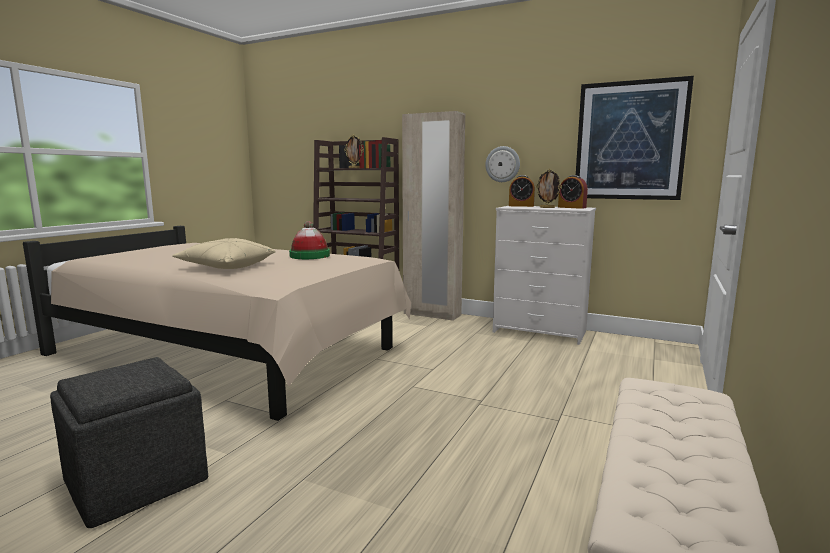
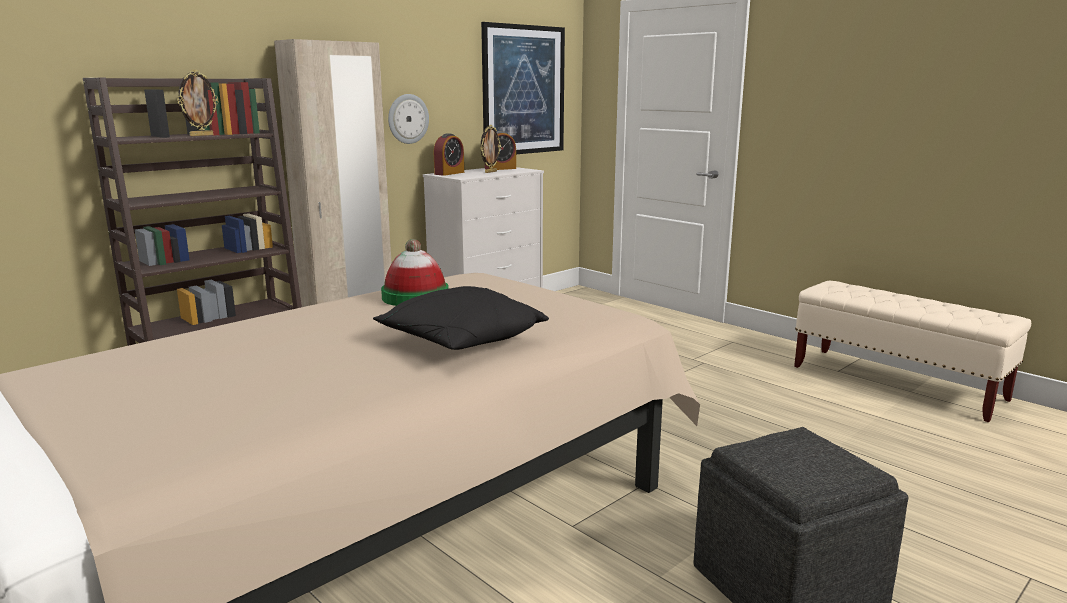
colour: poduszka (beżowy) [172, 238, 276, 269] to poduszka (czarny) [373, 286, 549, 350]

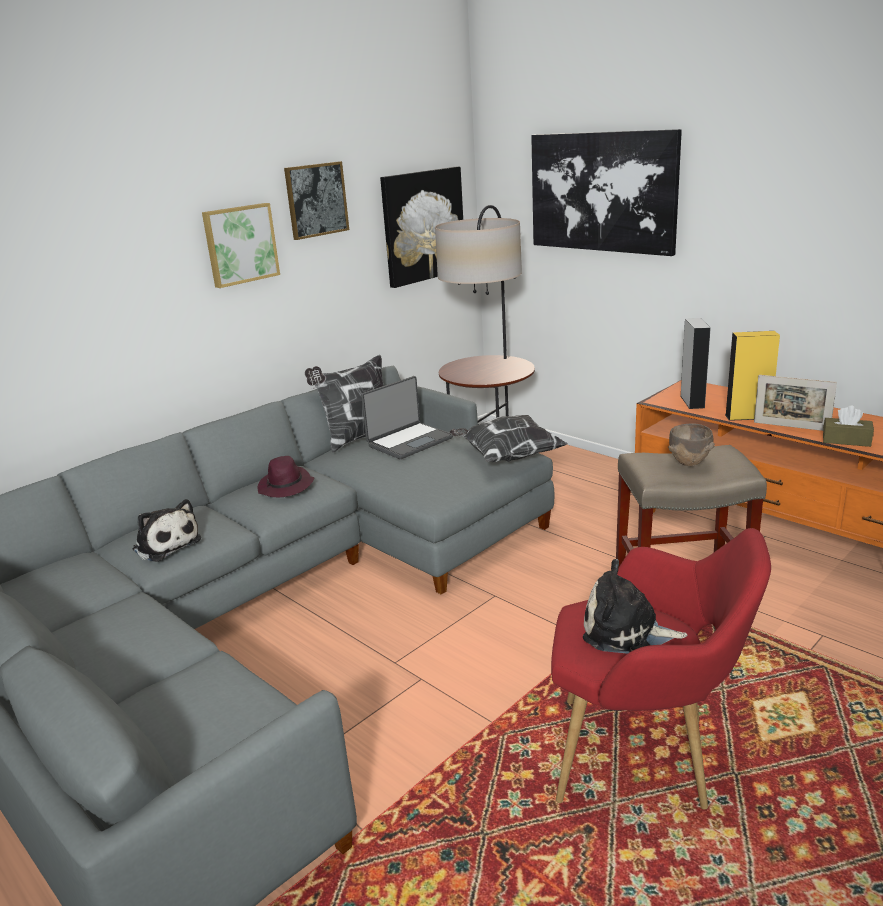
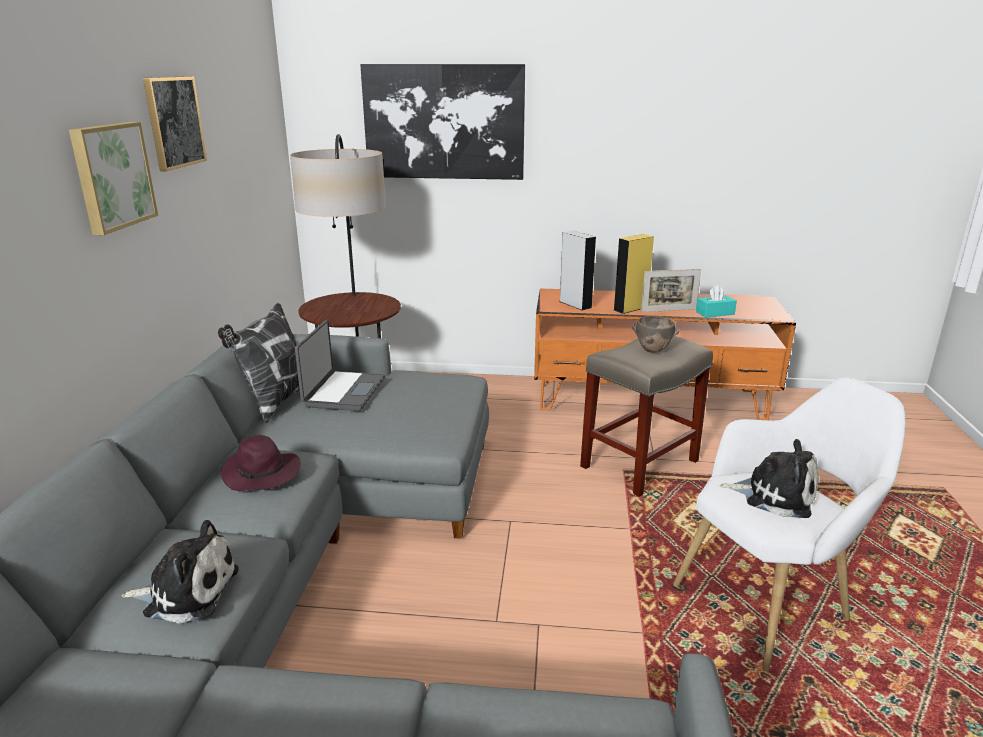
missing: obraz [380, 167, 463, 288]; poduszka [449, 415, 568, 462]
colour: fotel (czerwony) [551, 528, 771, 809] to fotel (biały) [673, 377, 906, 672]; pudełko chusteczek (brązowy) [823, 406, 874, 447] to pudełko chusteczek (turkusowy) [696, 285, 737, 318]
spun: pluszak [583, 559, 687, 654] = [720, 439, 818, 518] 135 degrees counterclockwise

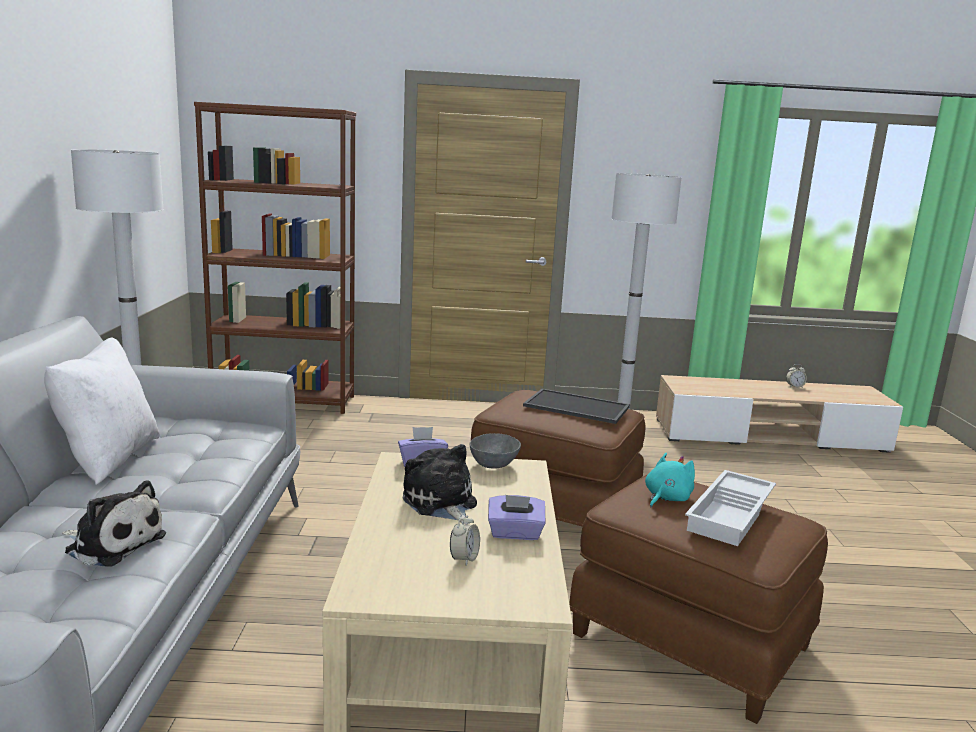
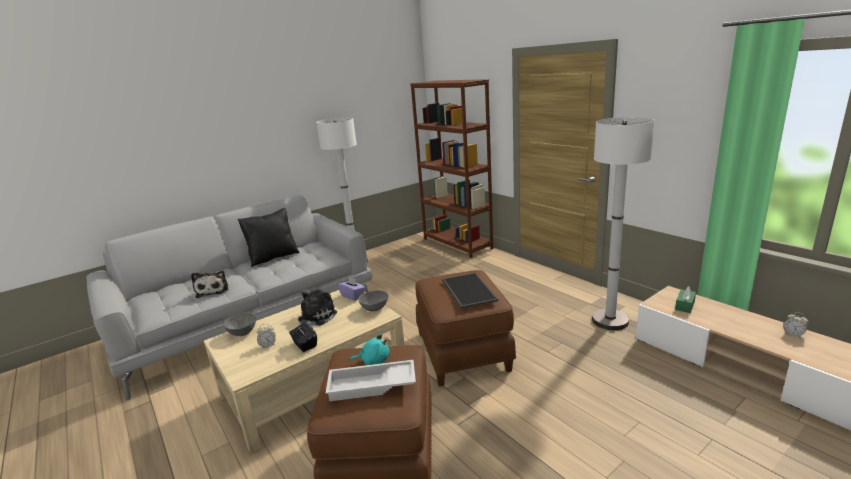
appeared: miska (szary) [223, 313, 256, 336]; pudełko chusteczek (zielony) [675, 286, 696, 313]
colour: poduszka (biały) [44, 337, 160, 485] to poduszka (czarny) [238, 208, 299, 267]; pudełko chusteczek (fioletowy) [488, 495, 545, 540] to pudełko chusteczek (czarny) [289, 322, 317, 352]

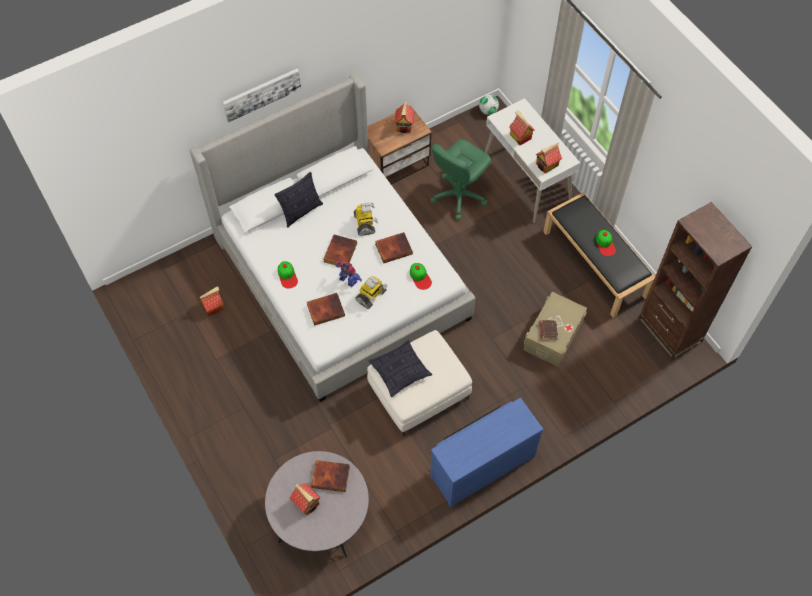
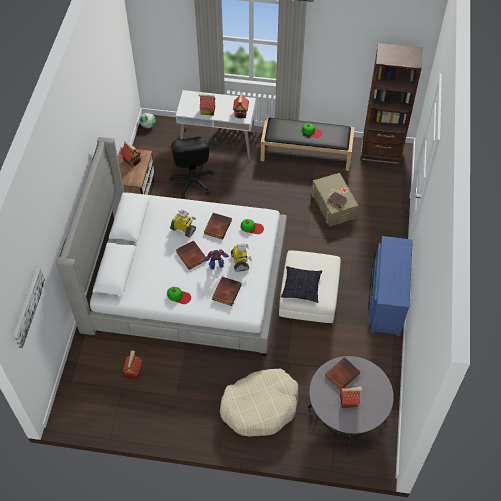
missing: poduszka [274, 172, 323, 228]
appeared: legowisko (beżowy) [220, 368, 298, 437]
relocated: obraz [223, 69, 301, 123] to [13, 267, 45, 348]
colour: krzesło biurowe (zielony) [430, 139, 491, 220] to krzesło biurowe (czarny) [169, 137, 214, 199]

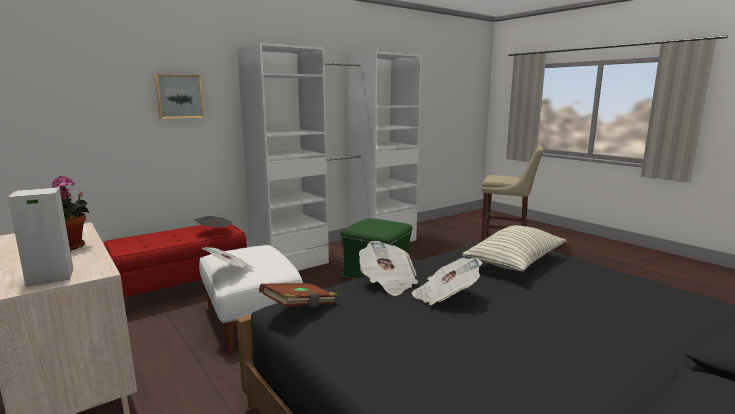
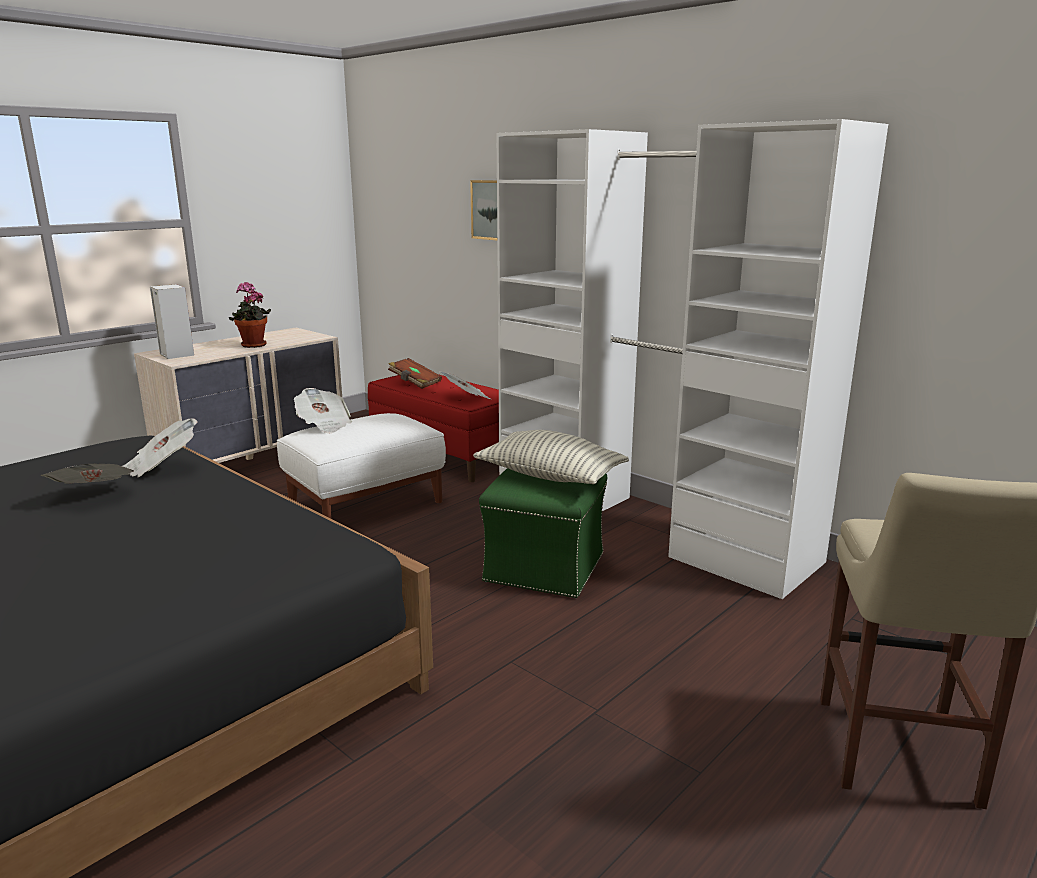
relocated: książka (brązowy) [259, 283, 338, 307] to [388, 358, 442, 389]; poduszka [462, 225, 566, 272] to [473, 430, 629, 484]

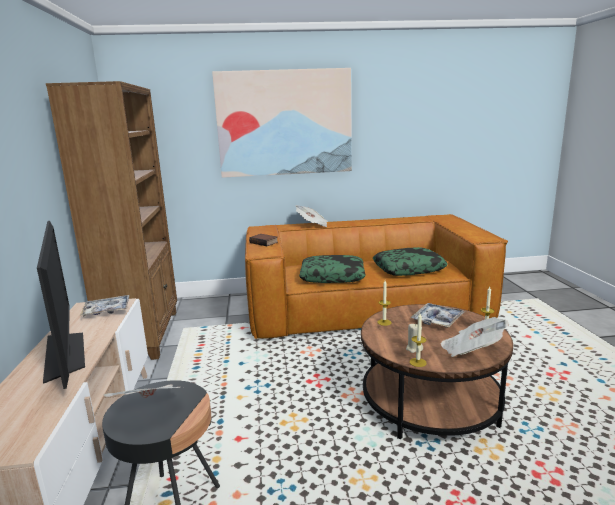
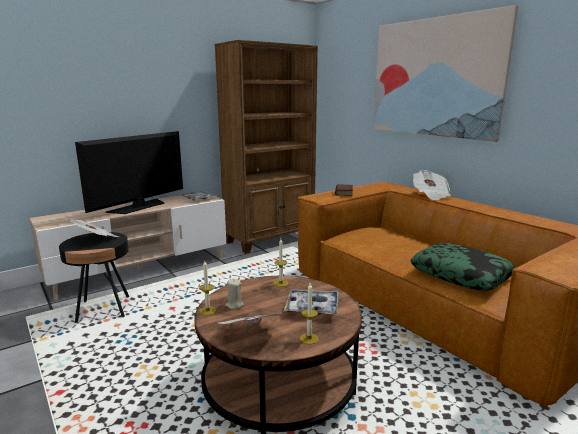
missing: poduszka [299, 255, 366, 283]

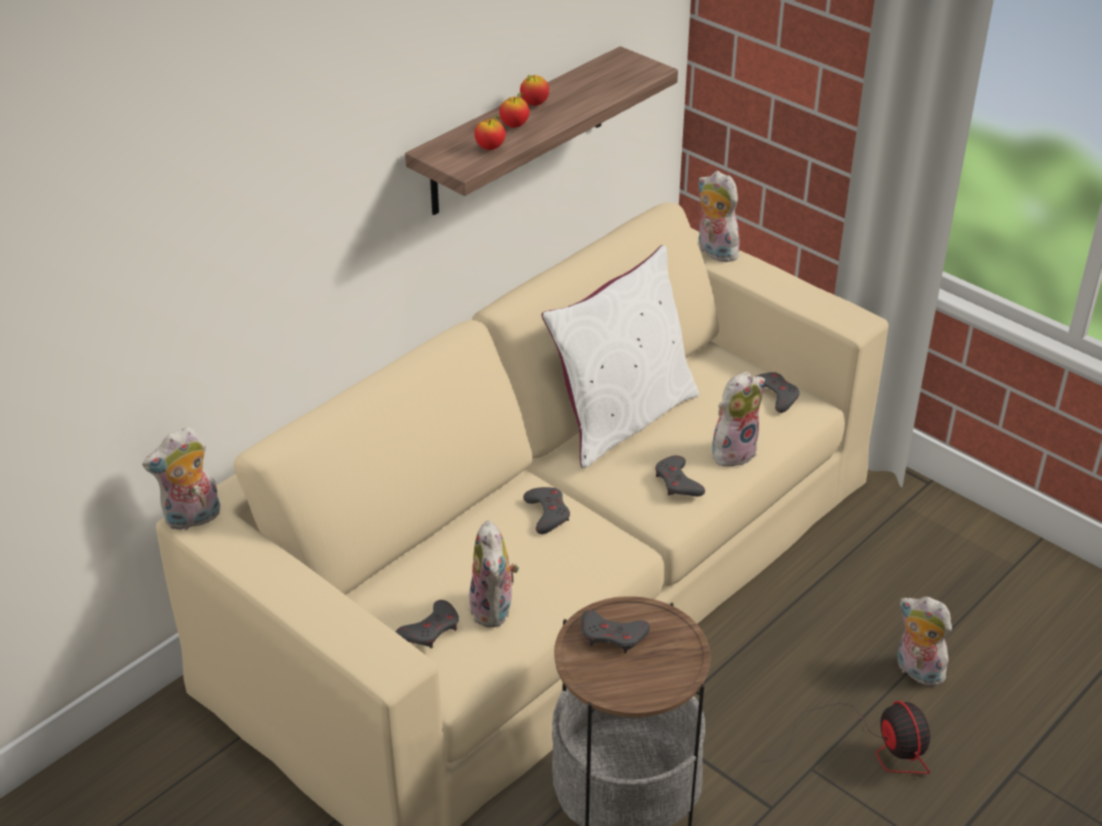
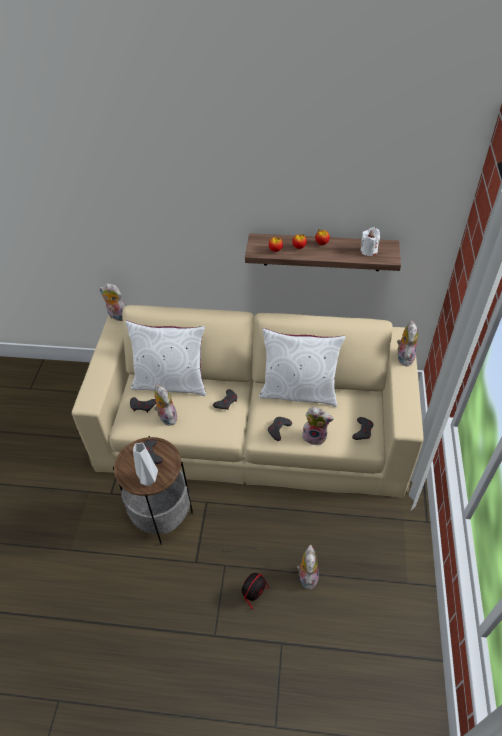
appeared: poduszka (biały) [125, 321, 206, 396]; wazon (biały) [133, 443, 158, 486]; świeca (biały) [361, 227, 380, 256]
spun: pluszak [469, 520, 519, 627] = [154, 384, 177, 426] 105 degrees clockwise

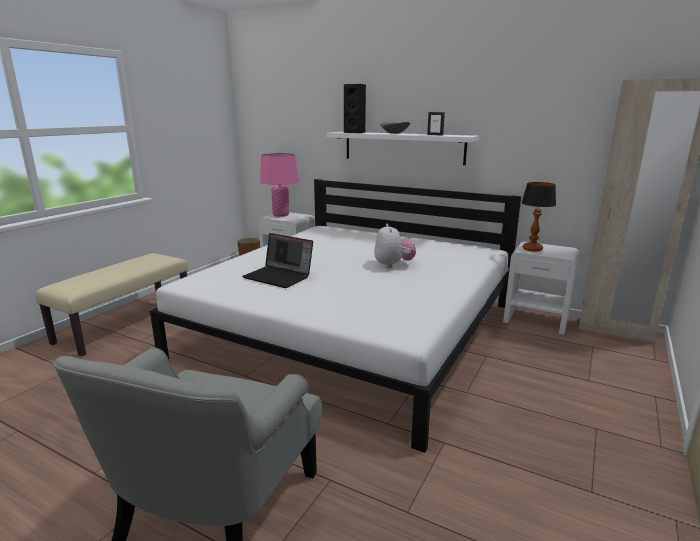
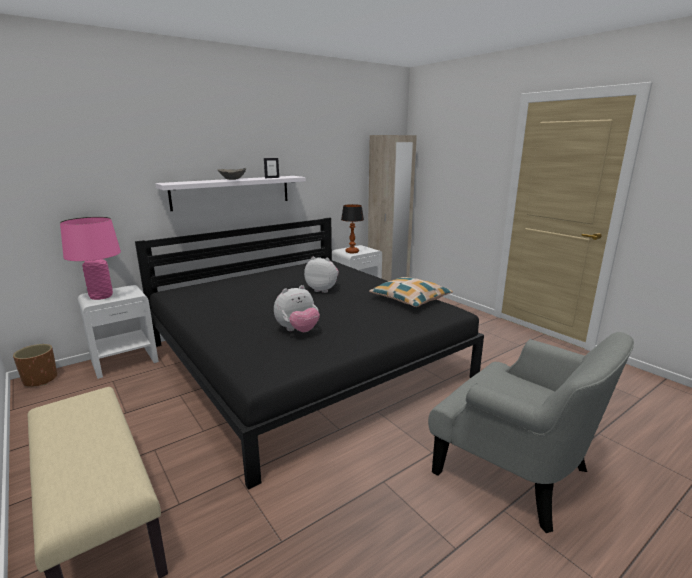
missing: głośnik (czarny) [344, 84, 366, 133]
appeared: poduszka [369, 277, 453, 307]
exchanged: laptop [242, 233, 313, 288] to pluszak [274, 285, 320, 332]
colour: łóżko (biały) [150, 179, 521, 453] to łóżko (czarny) [135, 218, 484, 490]

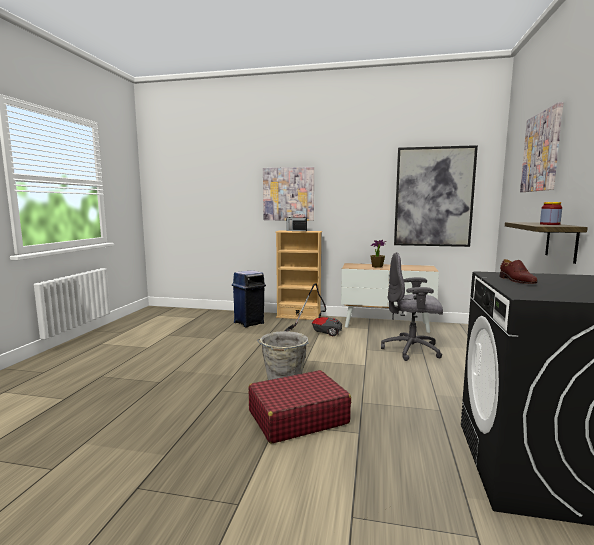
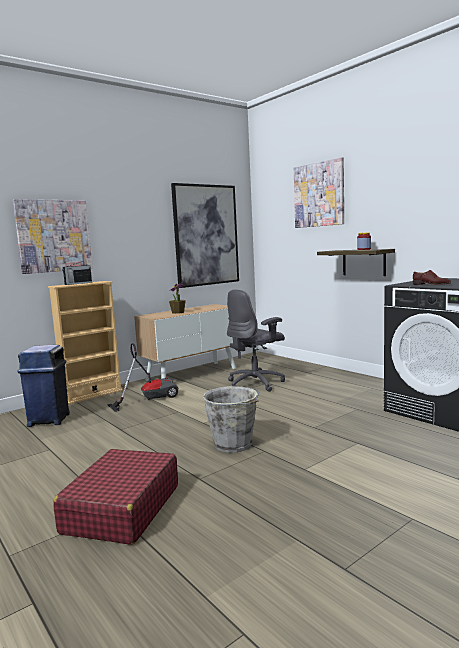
relocated: walizka (czerwony) [249, 370, 351, 444] to [53, 449, 178, 545]

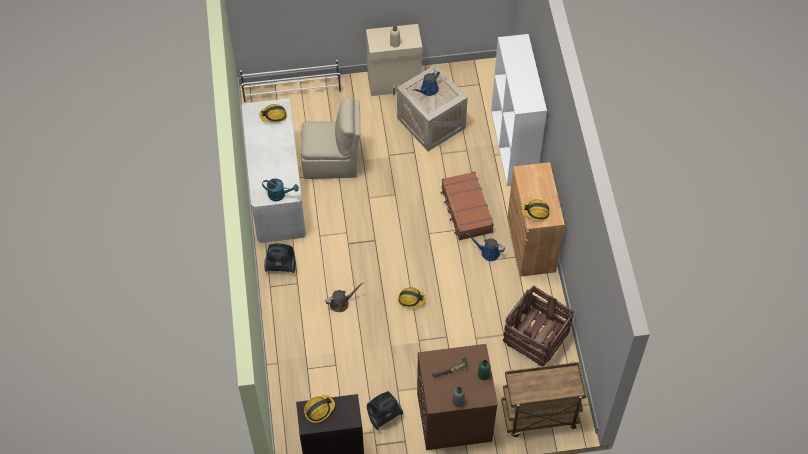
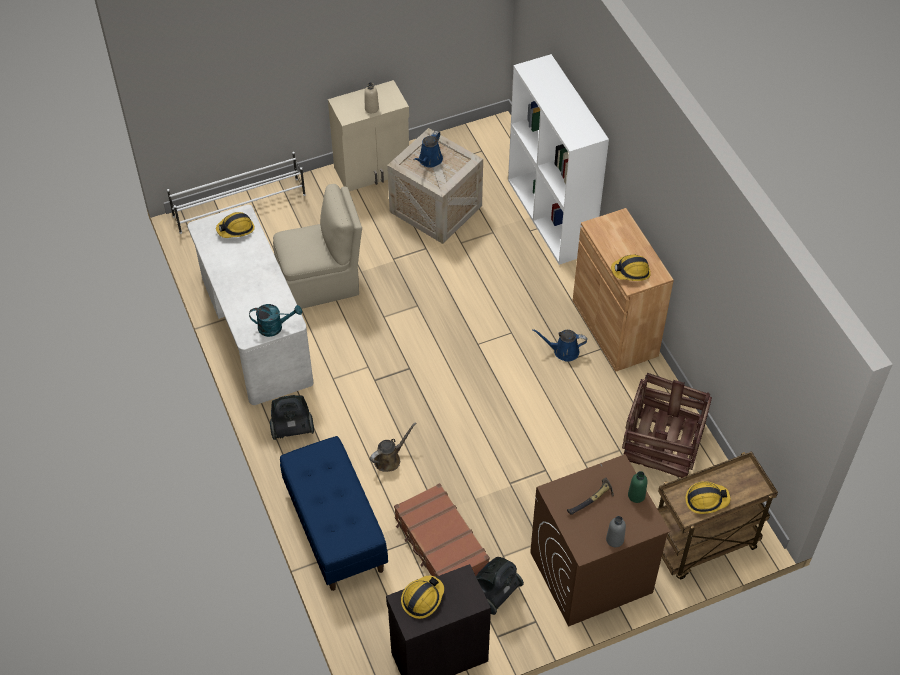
appeared: ławka (niebieski) [280, 436, 388, 591]
relocated: walizka (brązowy) [441, 171, 494, 240] to [394, 483, 490, 577]; kask [398, 287, 426, 308] to [685, 481, 730, 514]

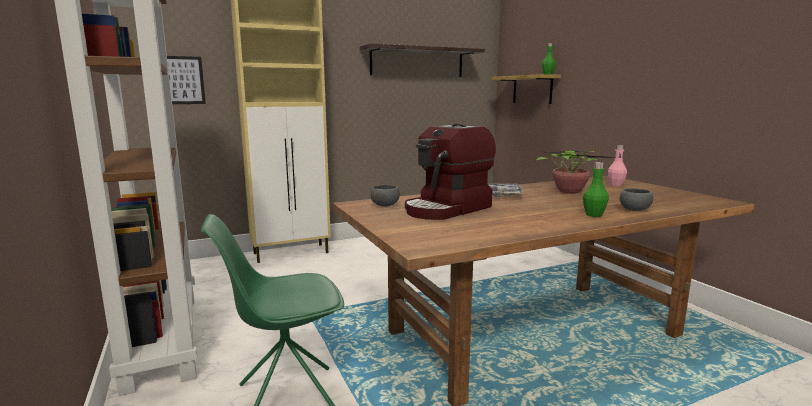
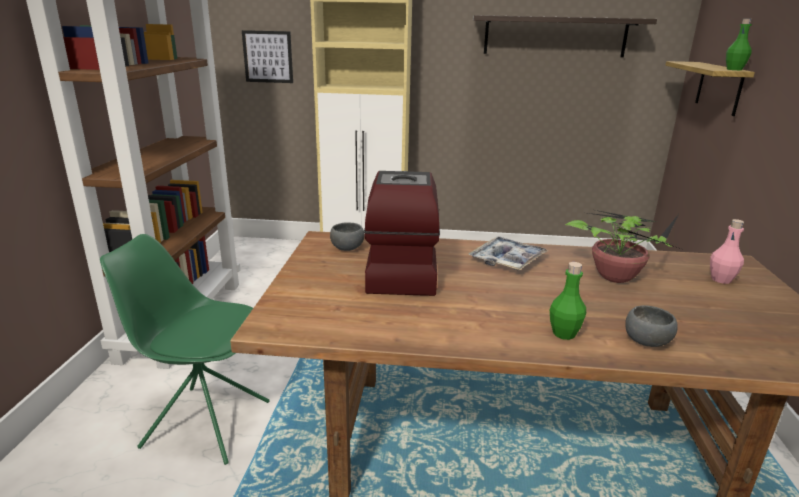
spun: ekspres do kawy [405, 124, 496, 220] = [364, 171, 440, 296] 105 degrees clockwise

